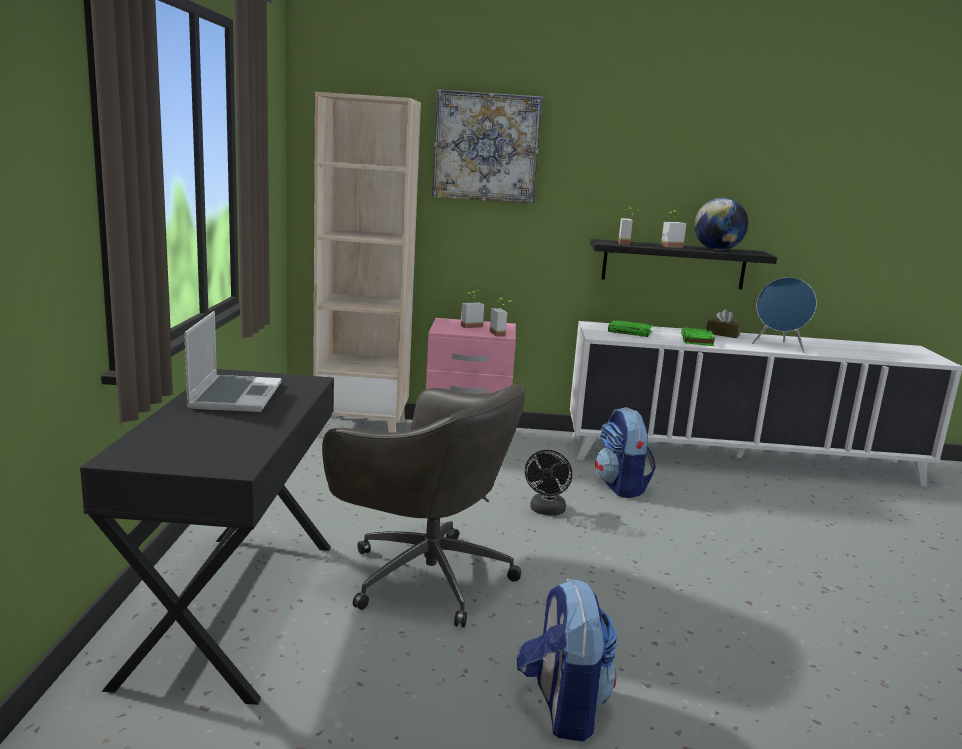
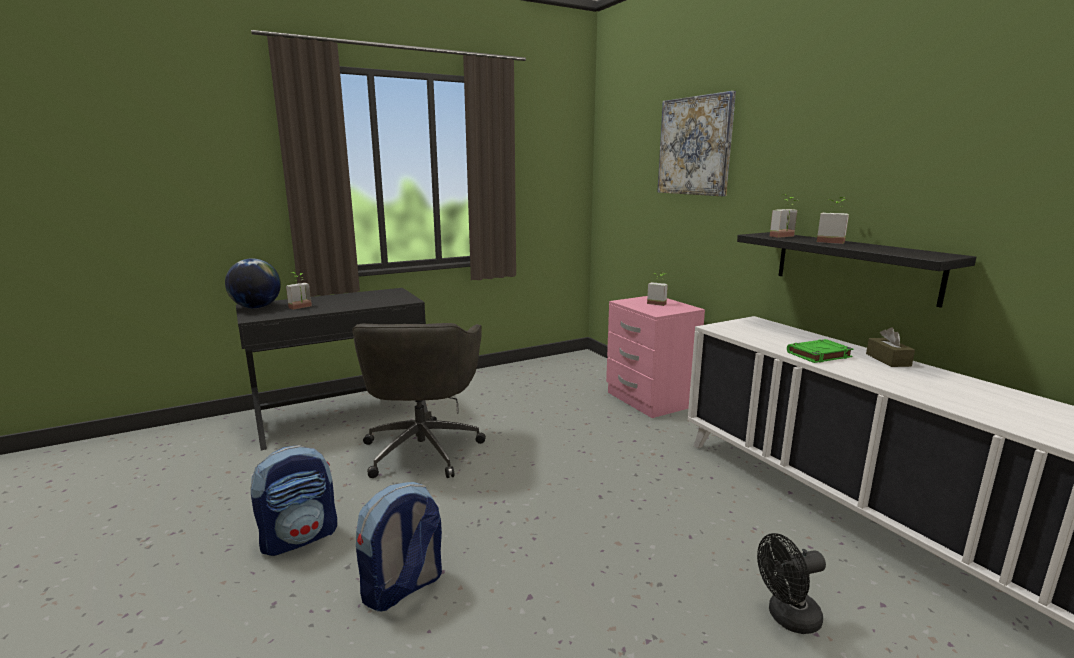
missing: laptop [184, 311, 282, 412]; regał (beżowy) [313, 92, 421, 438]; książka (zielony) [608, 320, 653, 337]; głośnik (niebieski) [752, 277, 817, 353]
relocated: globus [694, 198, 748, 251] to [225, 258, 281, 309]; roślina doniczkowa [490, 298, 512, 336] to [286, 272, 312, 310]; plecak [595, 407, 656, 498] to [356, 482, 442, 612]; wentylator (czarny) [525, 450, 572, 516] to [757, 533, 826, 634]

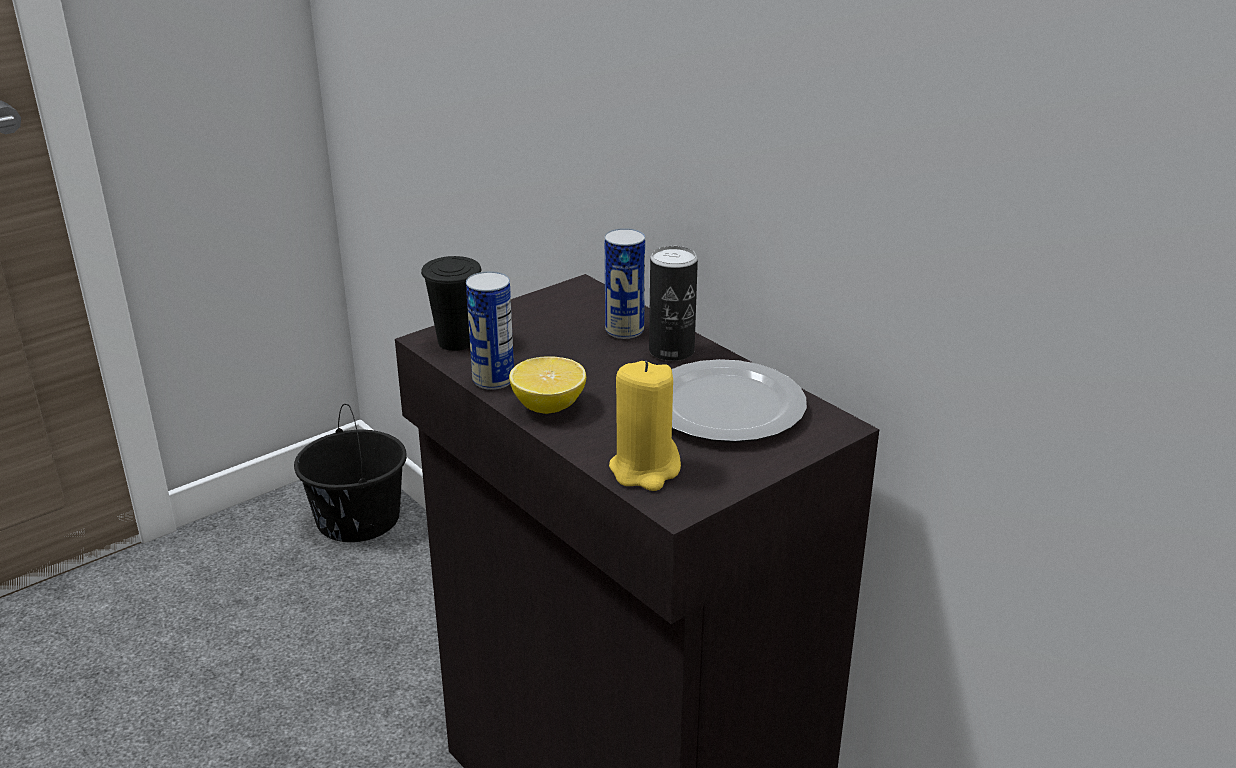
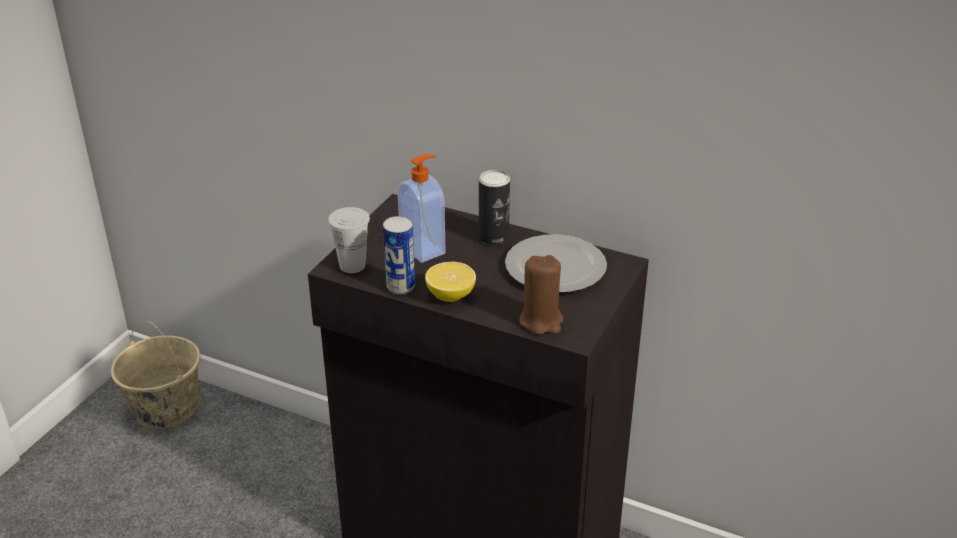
missing: puszka [605, 228, 645, 339]
appeared: dozownik mydła [398, 154, 446, 263]
colour: wiadro (czarny) [294, 404, 407, 542] to wiadro (beżowy) [111, 322, 201, 429]; filiżanka (czarny) [421, 256, 481, 351] to filiżanka (biały) [328, 207, 370, 273]; świeca (żółty) [609, 361, 681, 491] to świeca (brązowy) [519, 255, 564, 335]

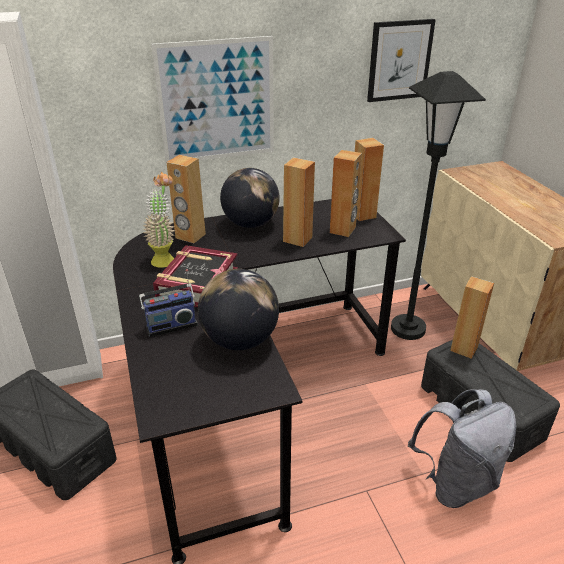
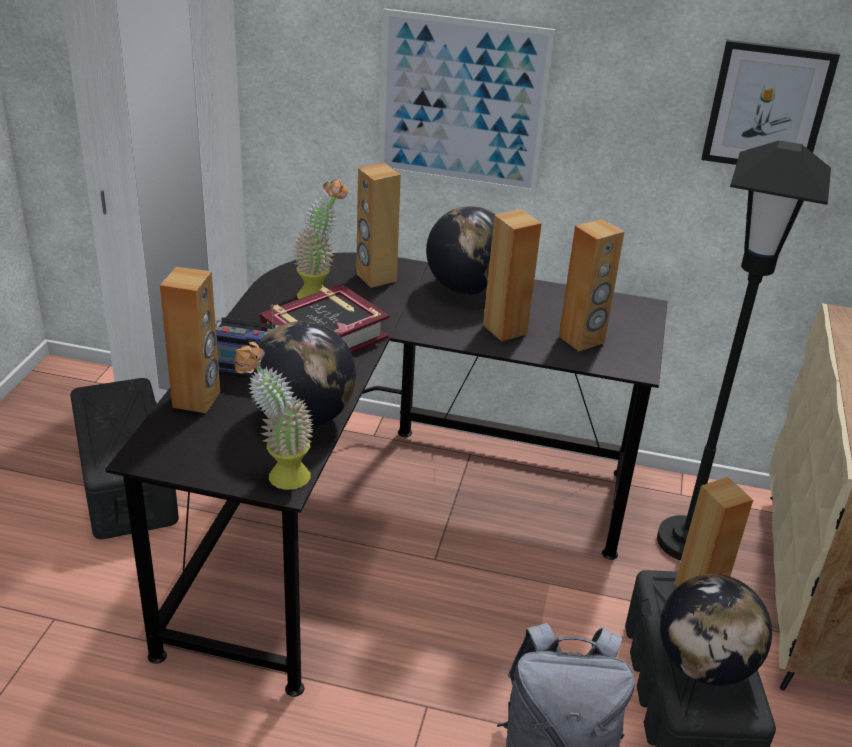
appeared: roślina doniczkowa [234, 342, 314, 490]; globus [660, 574, 772, 686]
relocated: głośnik (brązowy) [355, 138, 384, 221] to [160, 267, 220, 413]

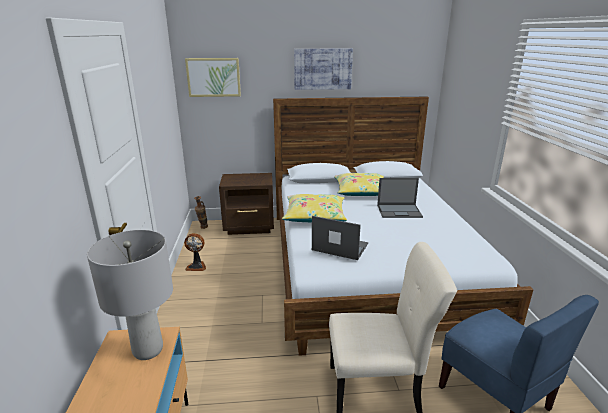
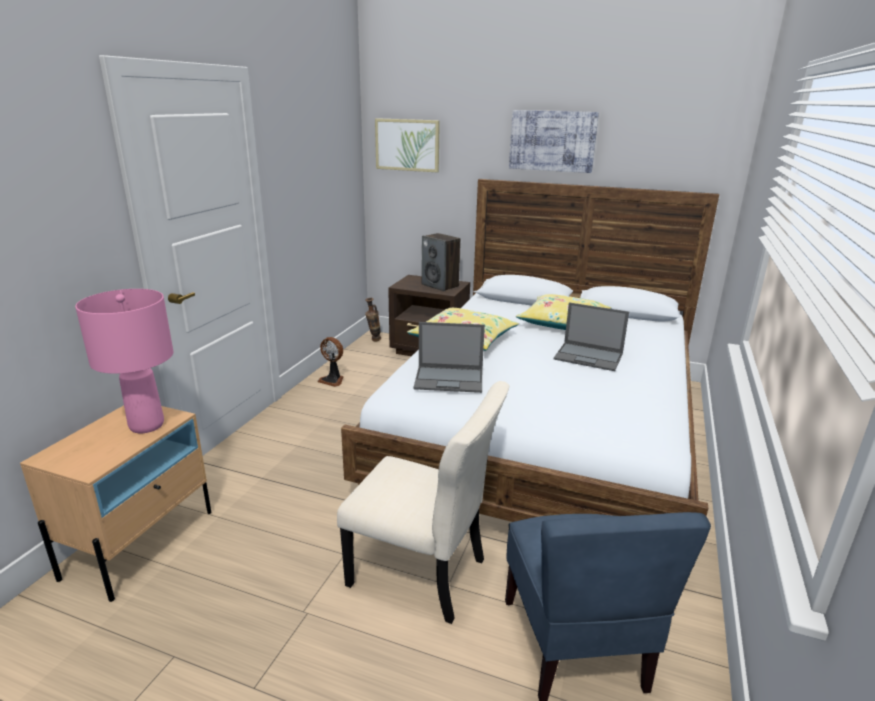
appeared: głośnik [422, 233, 461, 291]
colour: lampa stołowa (szary) [87, 230, 173, 360] to lampa stołowa (różowy) [75, 289, 174, 433]
spun: laptop [312, 216, 368, 260] = [413, 322, 485, 393] 135 degrees clockwise

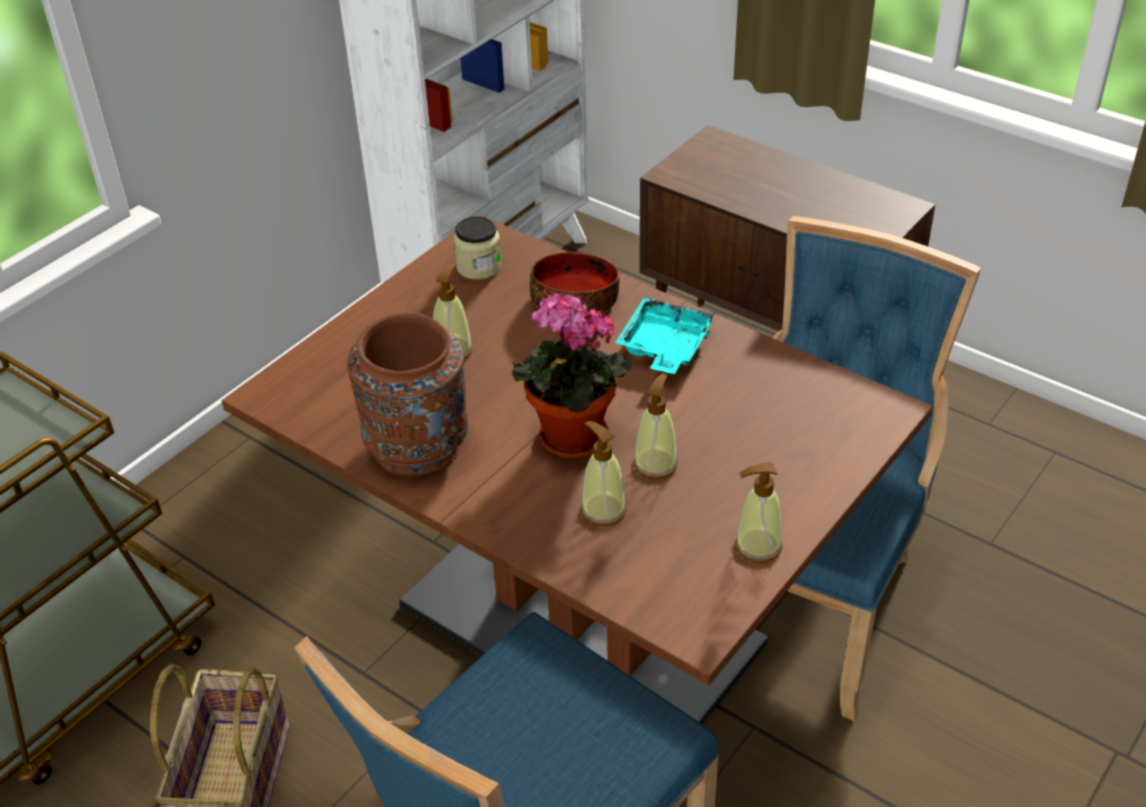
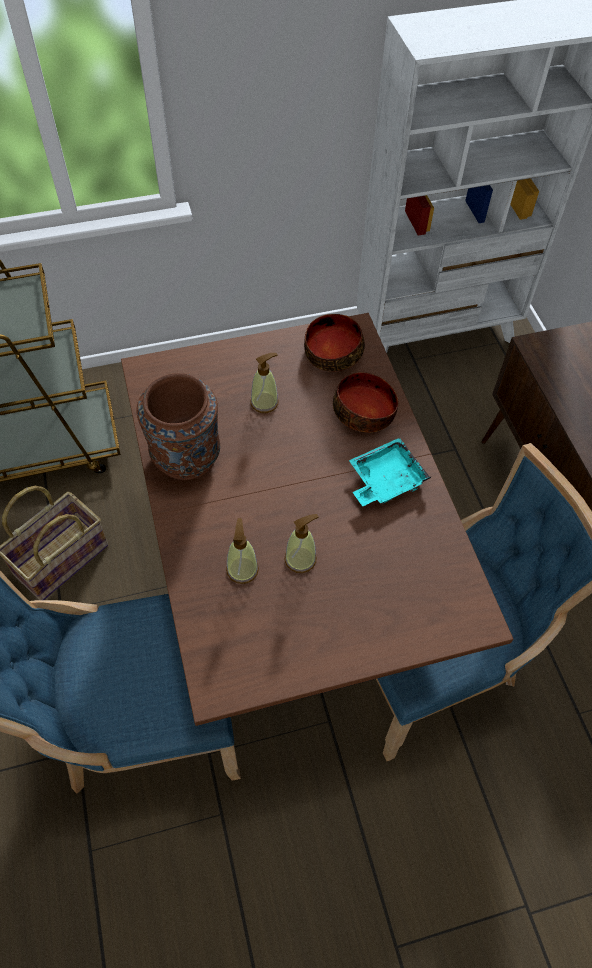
missing: roślina doniczkowa [512, 293, 632, 459]; dozownik mydła [735, 462, 783, 563]
exchanged: słoik [454, 216, 501, 280] to miska [304, 314, 365, 372]

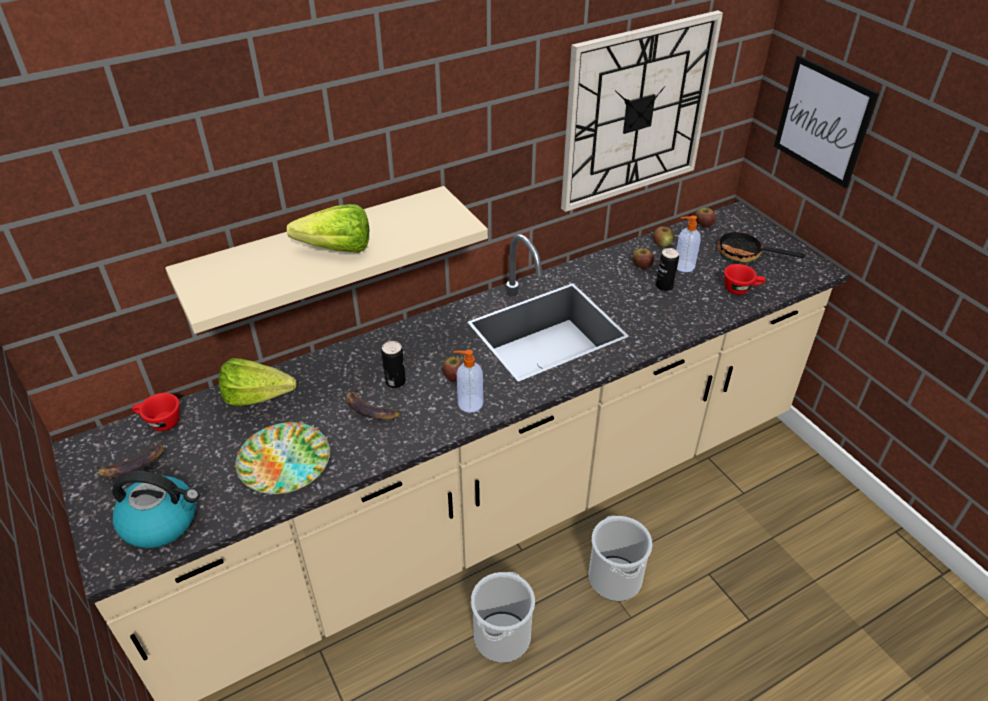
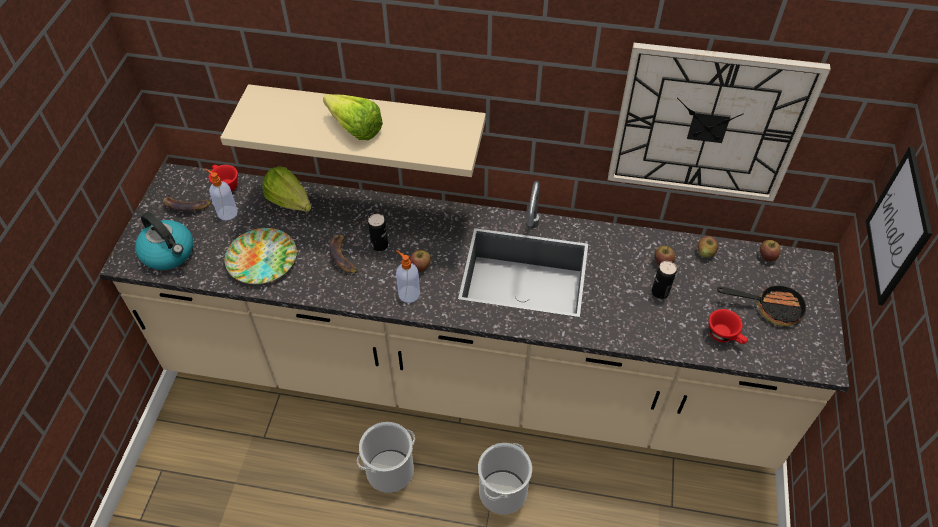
relocated: dozownik mydła [676, 215, 701, 272] to [205, 169, 238, 220]
spun: patelnia [717, 231, 805, 263] = [717, 283, 806, 326] 120 degrees clockwise

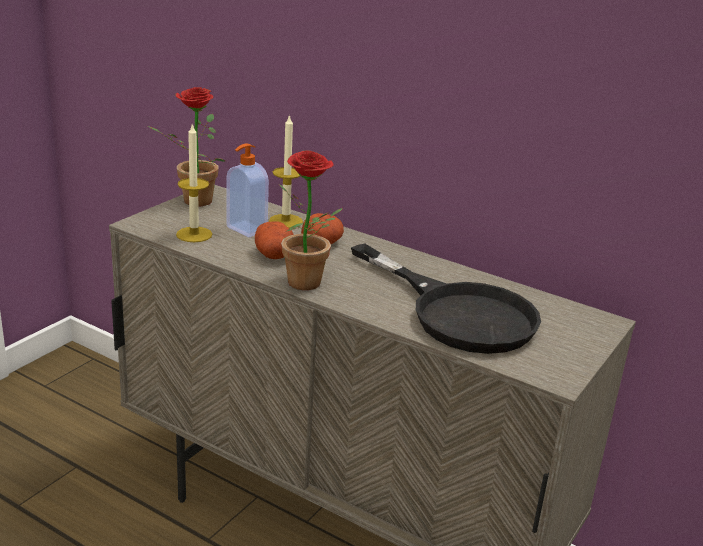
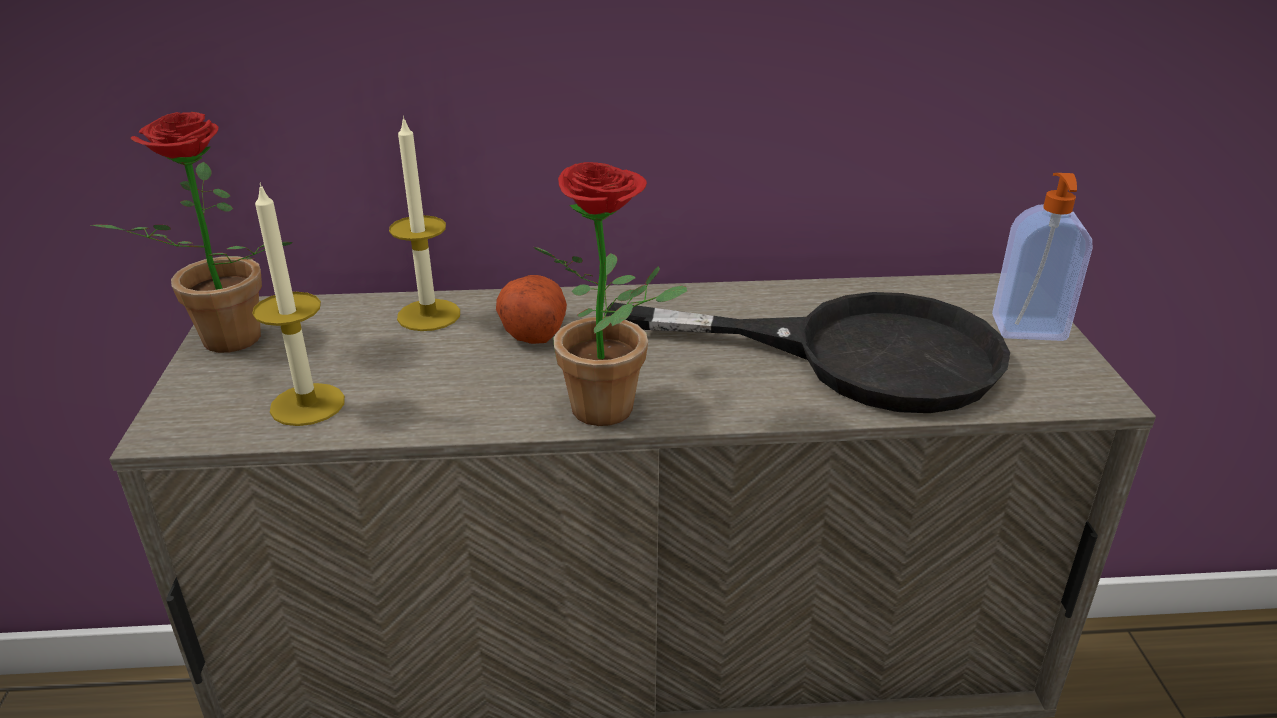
missing: ziemniak [255, 221, 294, 259]
relocated: dozownik mydła [227, 143, 269, 237] to [992, 173, 1092, 341]

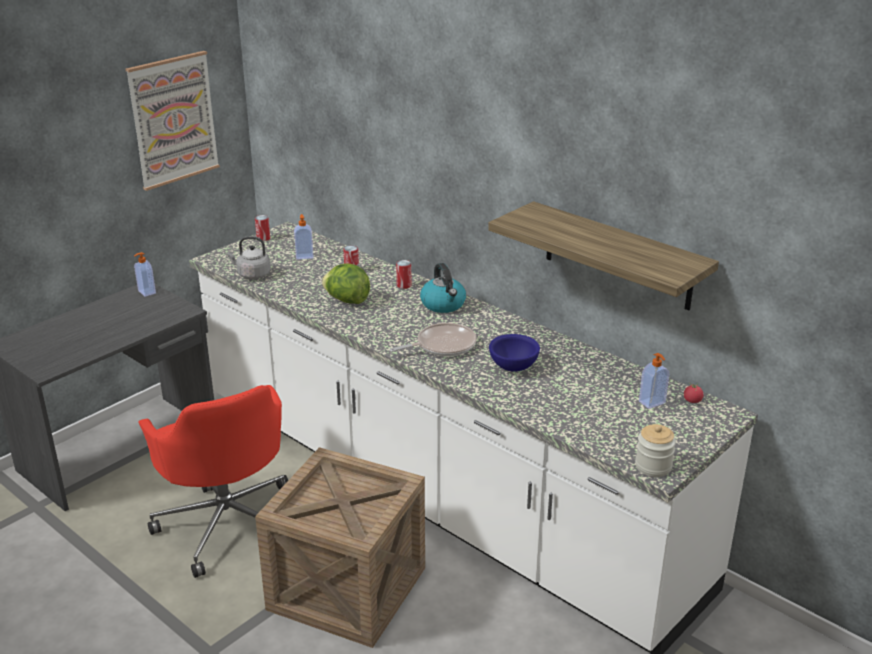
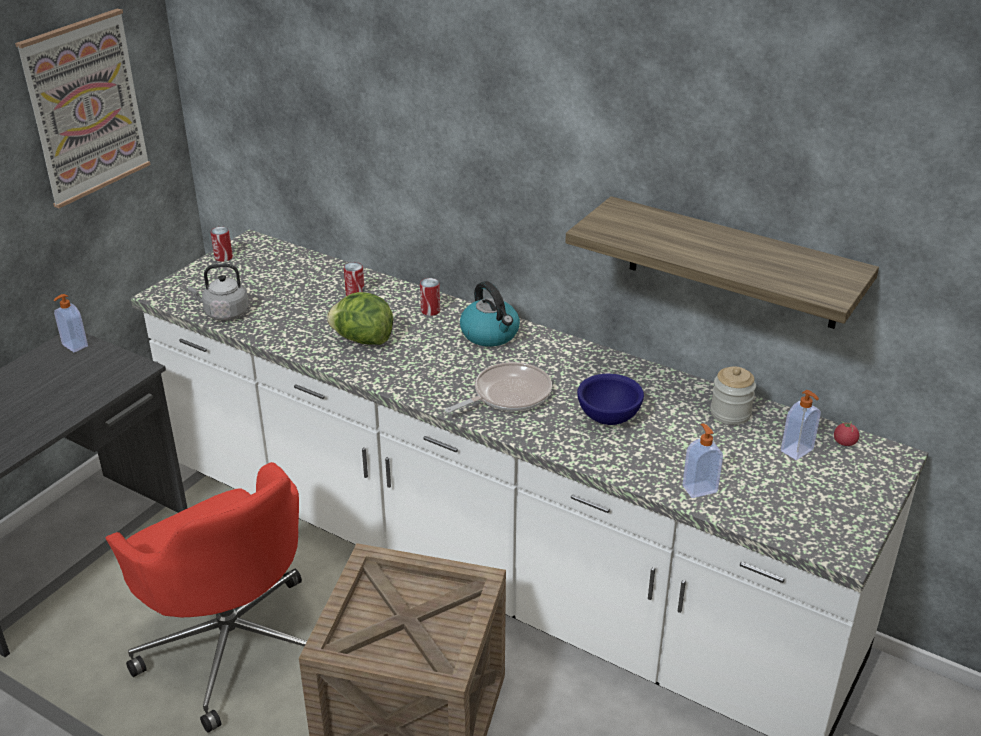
relocated: dozownik mydła [294, 214, 314, 260] to [682, 423, 723, 498]; słoik [635, 424, 676, 477] to [710, 366, 756, 425]

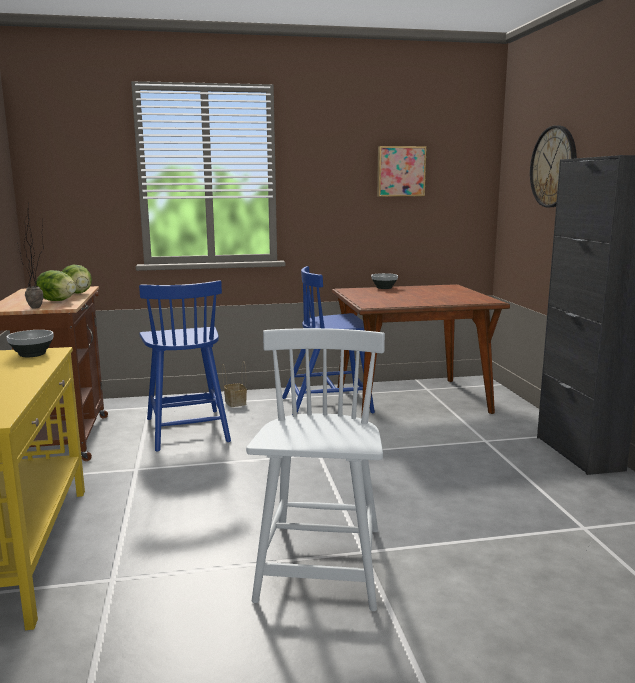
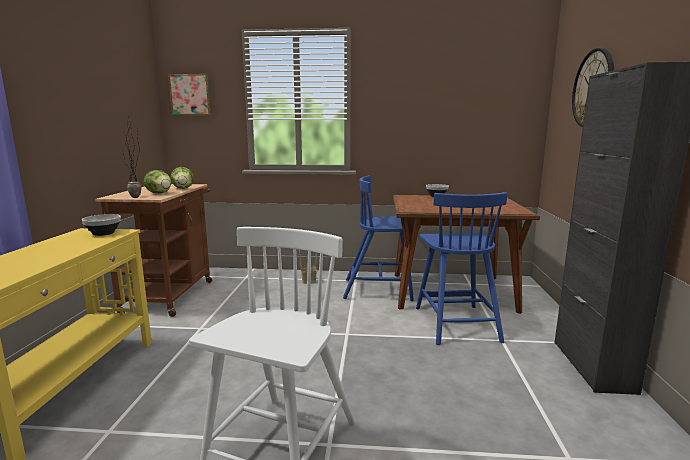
relocated: obraz [377, 146, 427, 197] to [168, 74, 211, 115]; krzesło (niebieski) [139, 280, 231, 451] to [416, 192, 508, 345]

